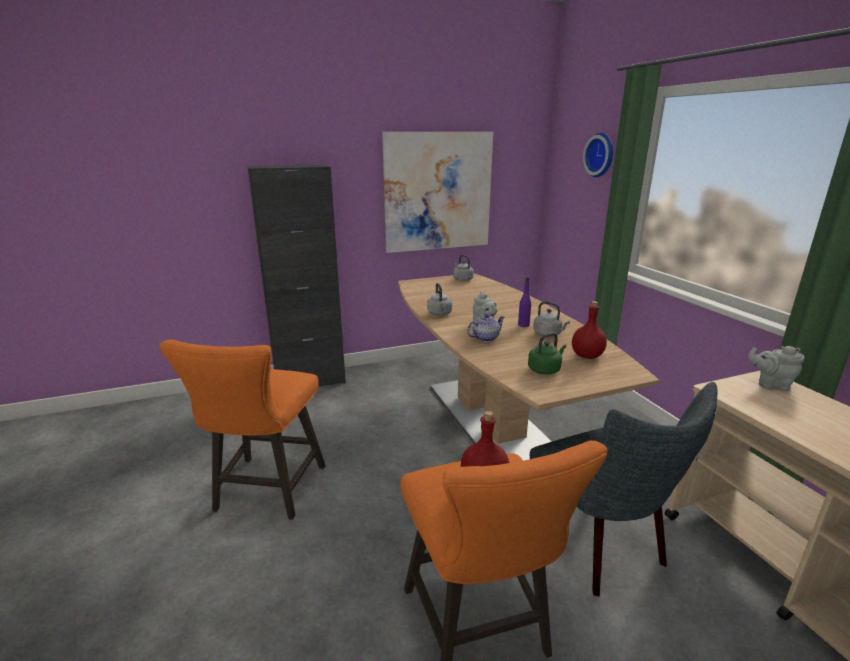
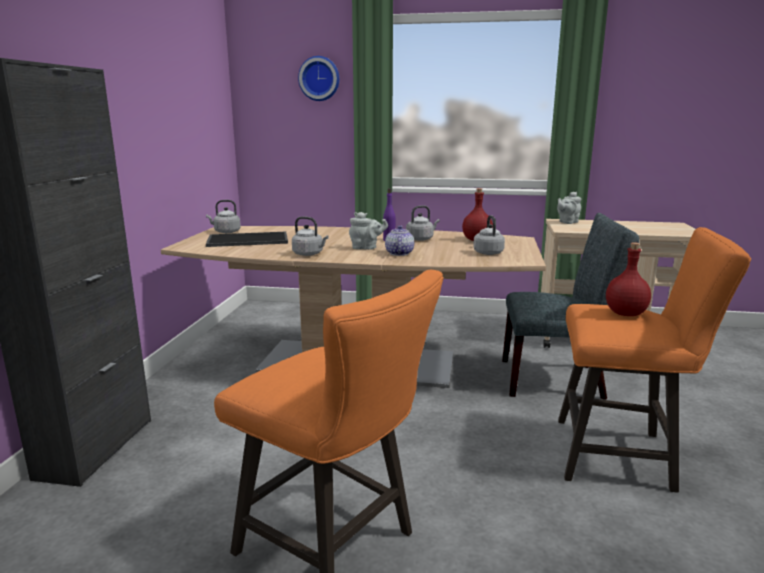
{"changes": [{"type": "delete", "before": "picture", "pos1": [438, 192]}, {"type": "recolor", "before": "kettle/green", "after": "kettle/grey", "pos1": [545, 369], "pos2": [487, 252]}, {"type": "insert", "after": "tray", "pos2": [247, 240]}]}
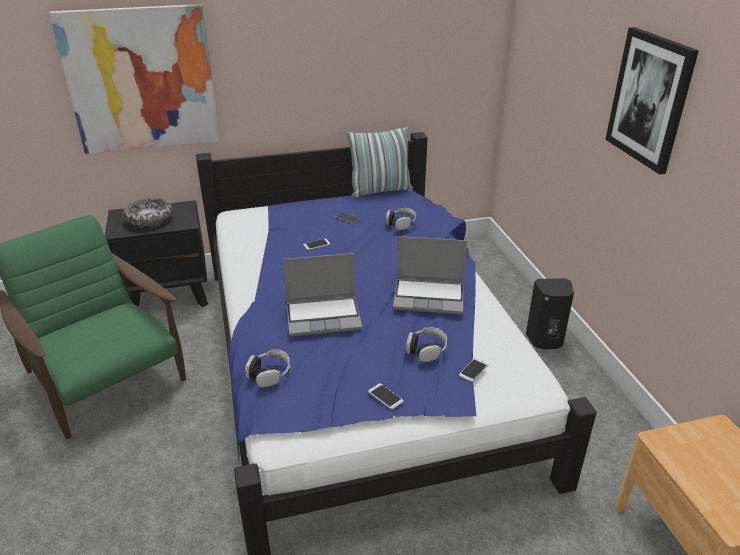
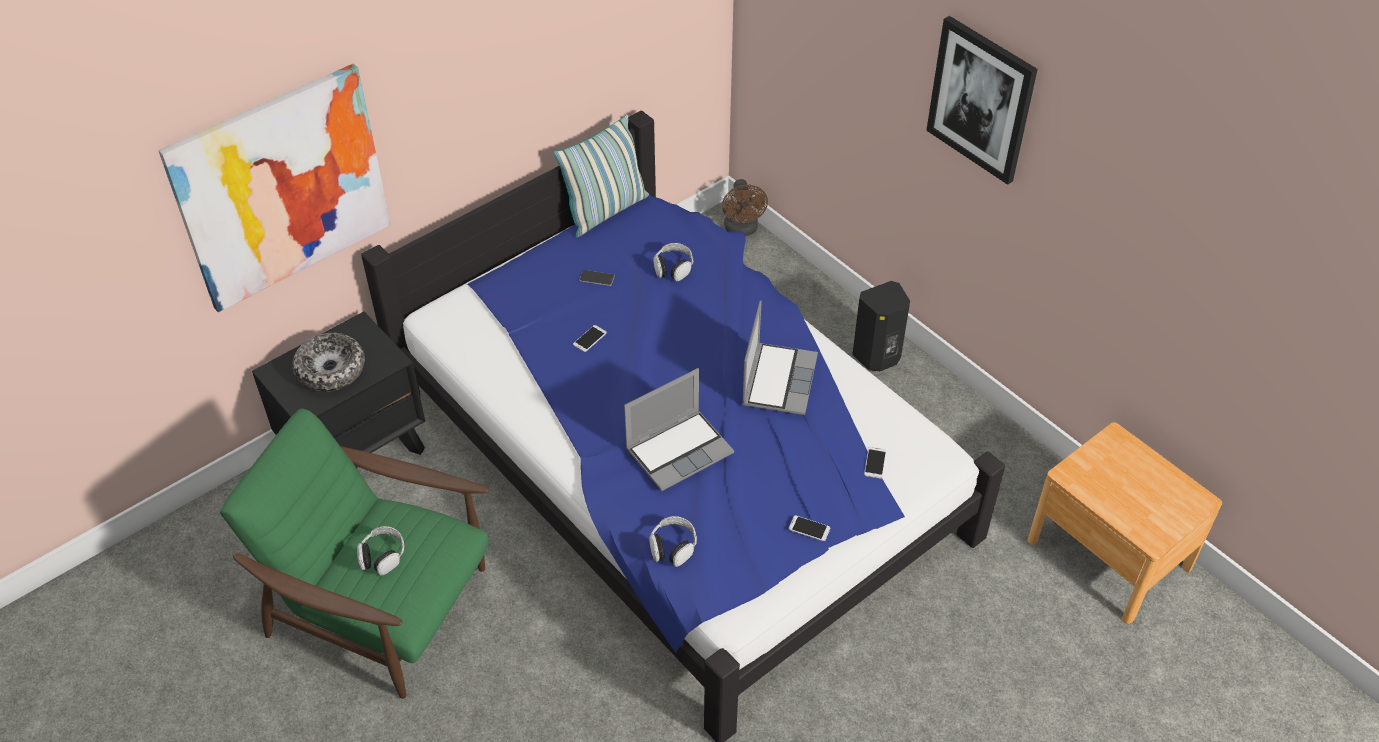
{"changes": [{"type": "rotate", "before": "laptop", "pos1": [430, 297], "pos2": [778, 379], "turn": -60}, {"type": "move", "before": "headphones", "pos1": [426, 350], "pos2": [382, 556]}, {"type": "insert", "after": "fan/brown", "pos2": [742, 230]}]}
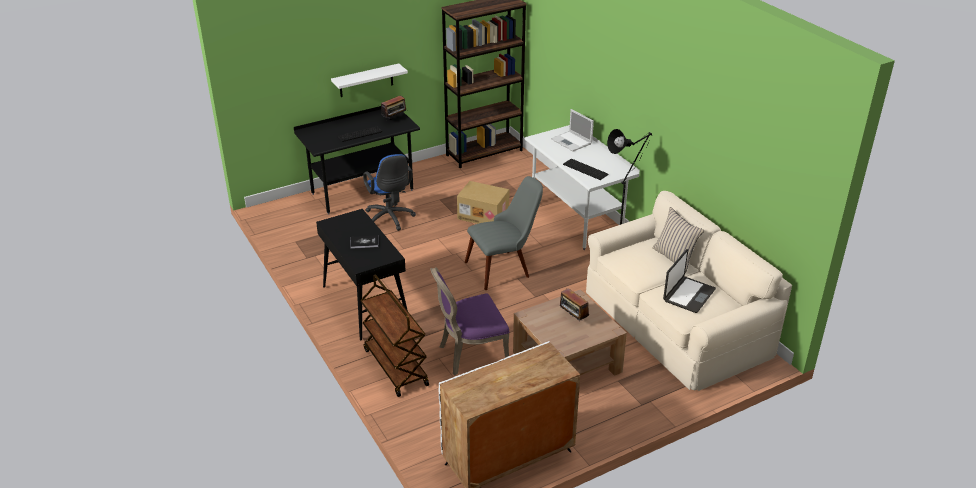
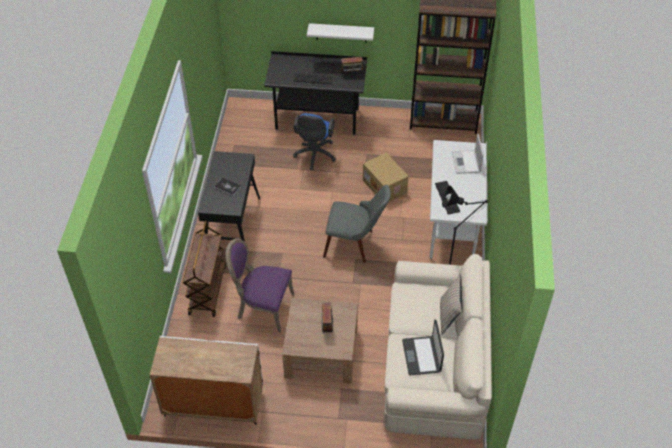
{"changes": [{"type": "rotate", "before": "laptop", "pos1": [688, 295], "pos2": [422, 356], "turn": 105}]}
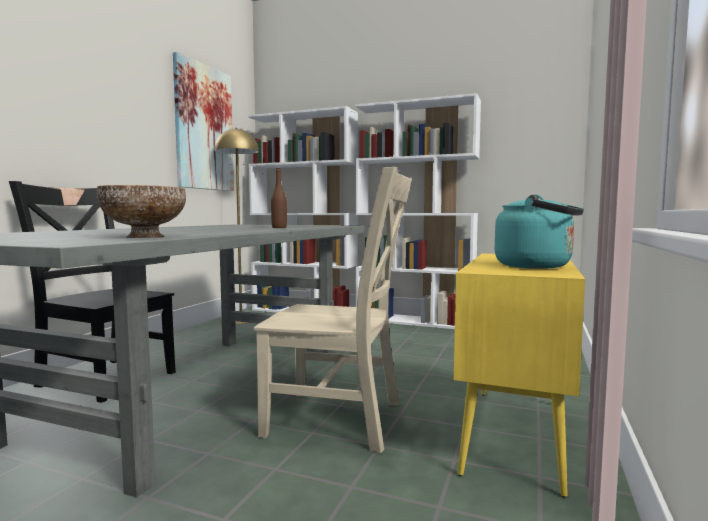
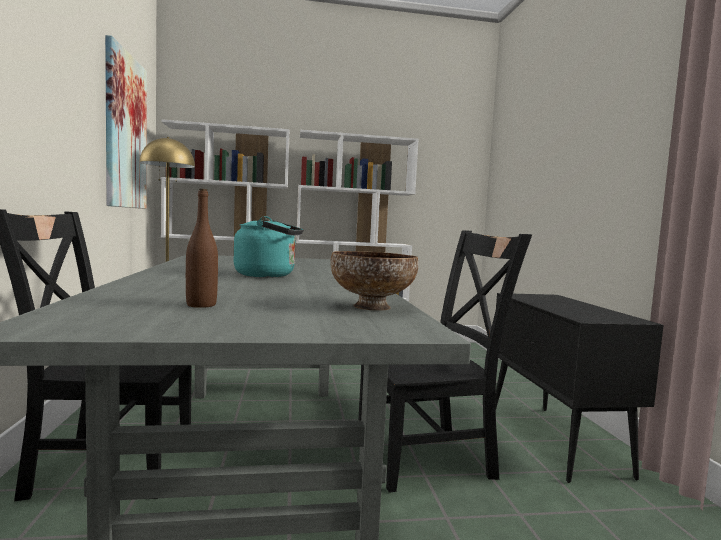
{"changes": [{"type": "recolor", "before": "chair/beige", "after": "chair/black", "pos1": [340, 420], "pos2": [429, 457]}, {"type": "move", "before": "bottle/brown", "pos1": [279, 227], "pos2": [201, 305]}, {"type": "recolor", "before": "cabinet/yellow", "after": "cabinet/black", "pos1": [515, 435], "pos2": [555, 441]}, {"type": "move", "before": "kettle/turquoise", "pos1": [538, 266], "pos2": [269, 275]}]}
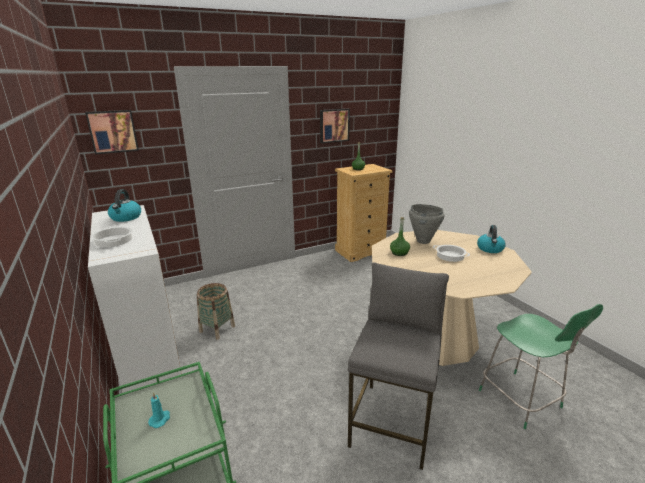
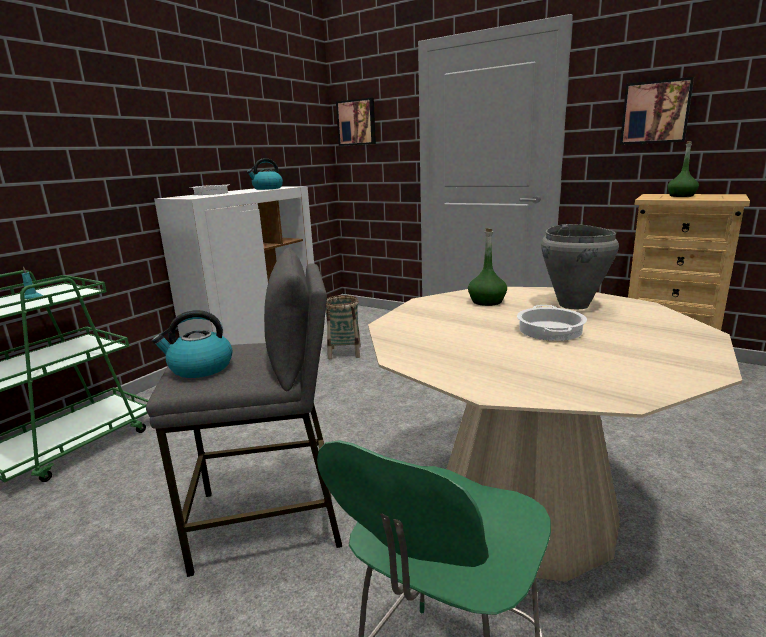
{"changes": [{"type": "move", "before": "kettle", "pos1": [490, 249], "pos2": [200, 368]}]}
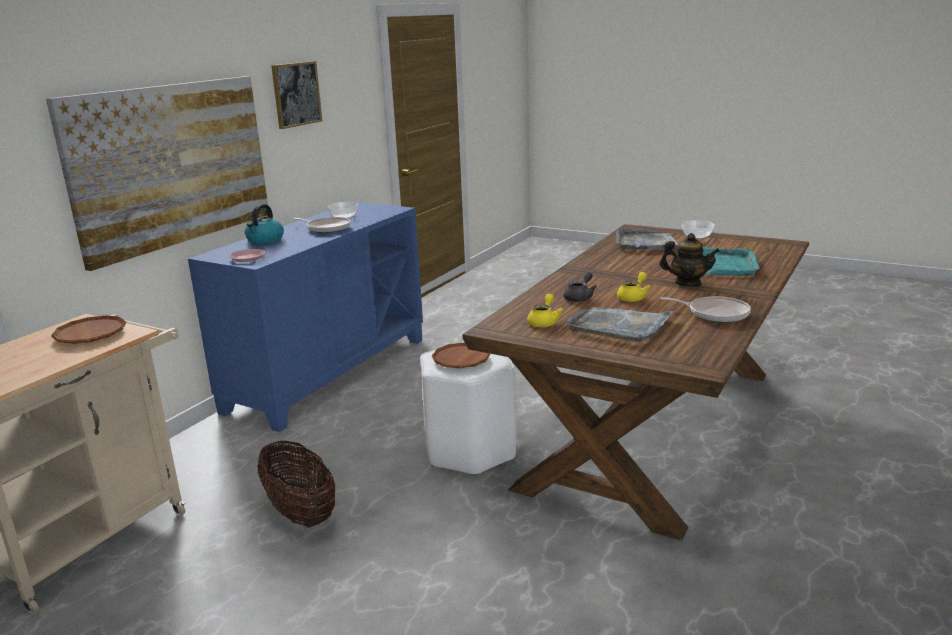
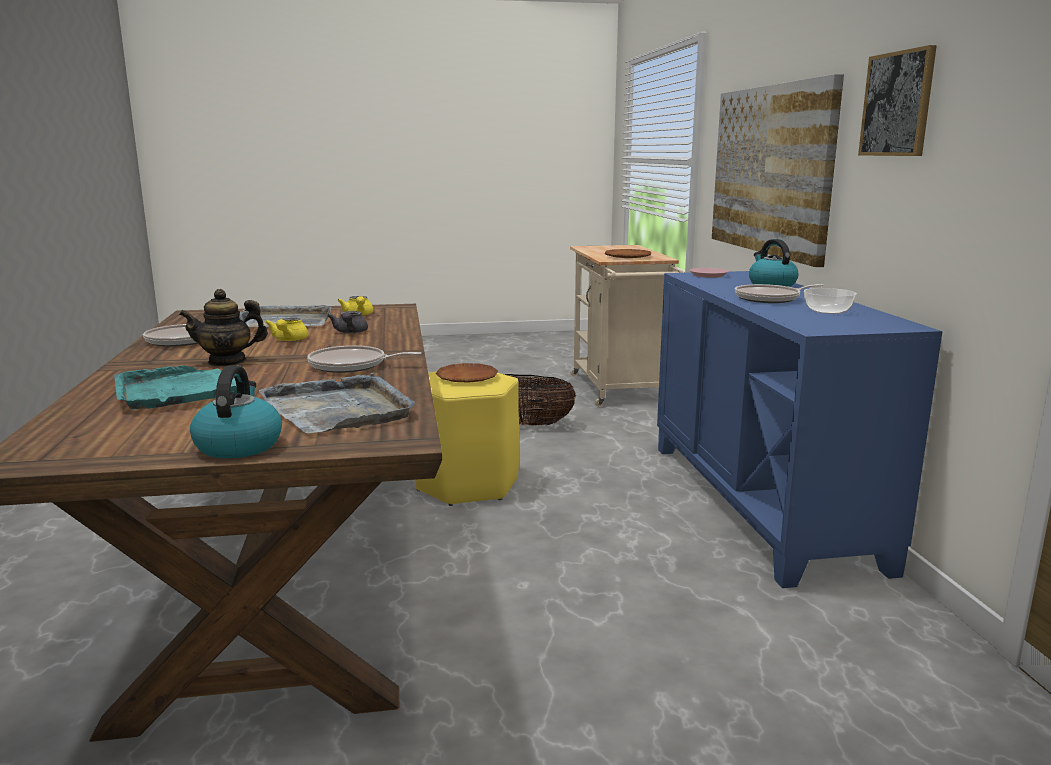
{"changes": [{"type": "recolor", "before": "stool/white", "after": "stool/yellow", "pos1": [470, 450], "pos2": [467, 485]}, {"type": "replace", "before": "bowl", "after": "kettle", "pos1": [697, 236], "pos2": [238, 445]}, {"type": "insert", "after": "frying pan", "pos2": [351, 365]}]}
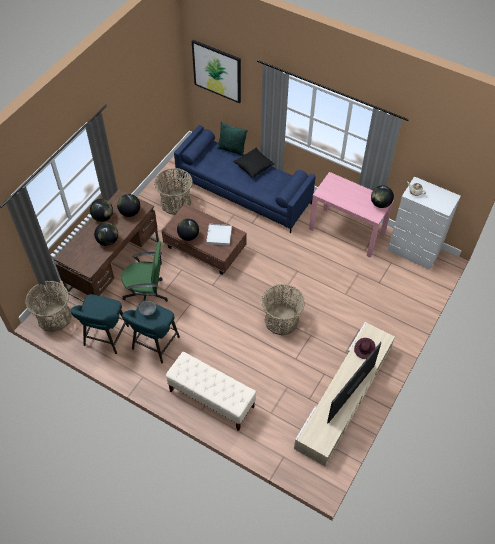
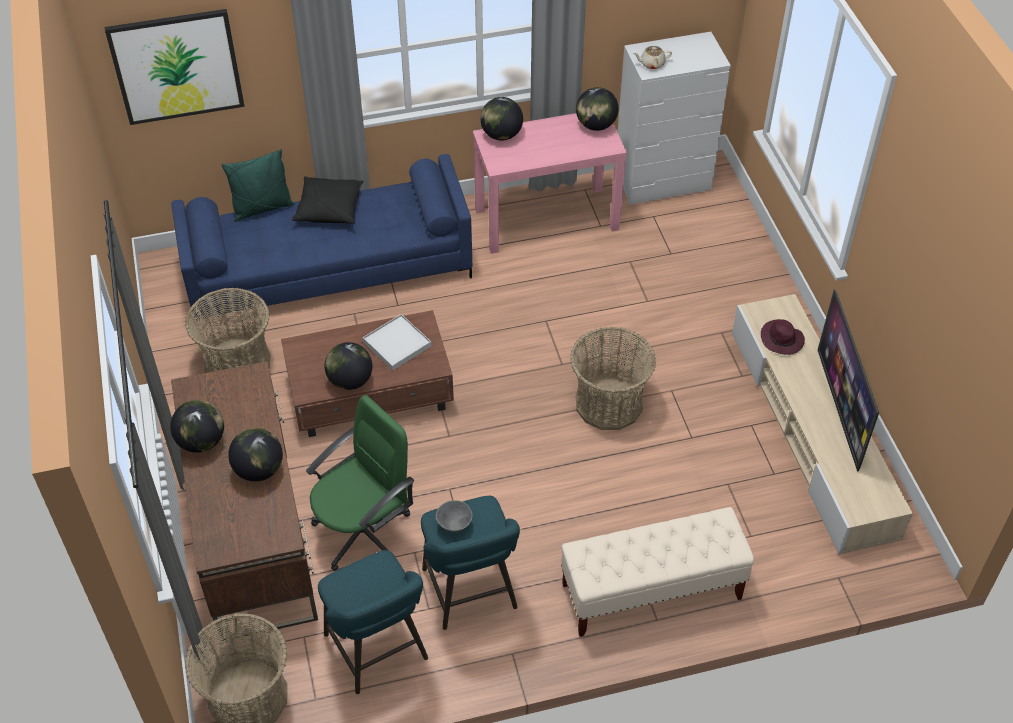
{"changes": [{"type": "move", "before": "globe", "pos1": [130, 212], "pos2": [501, 135]}]}
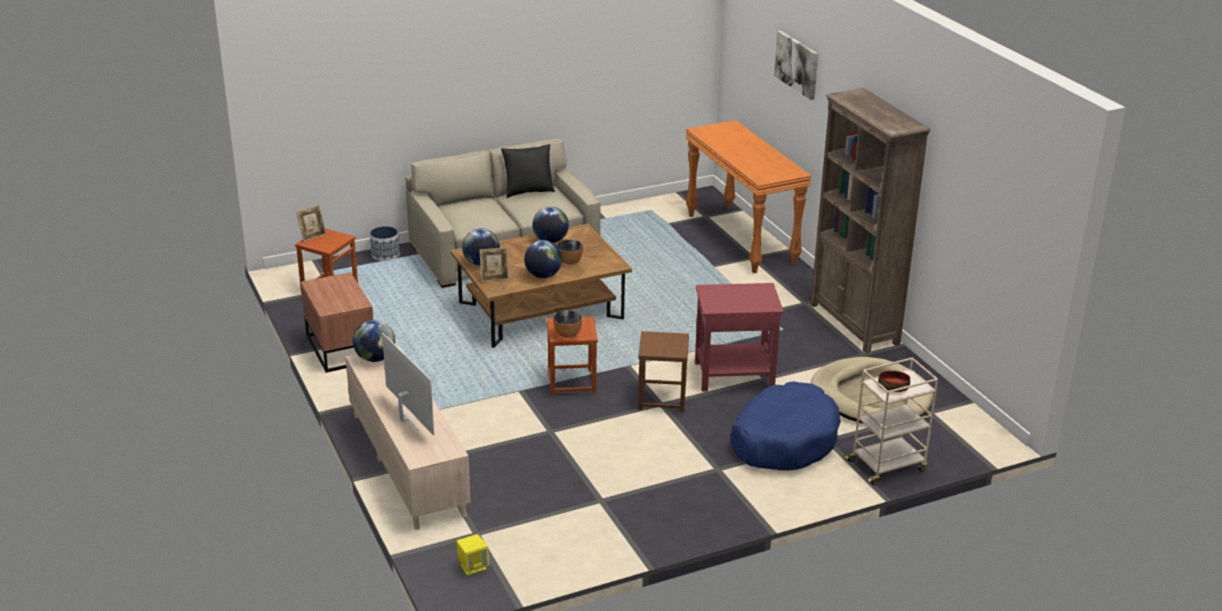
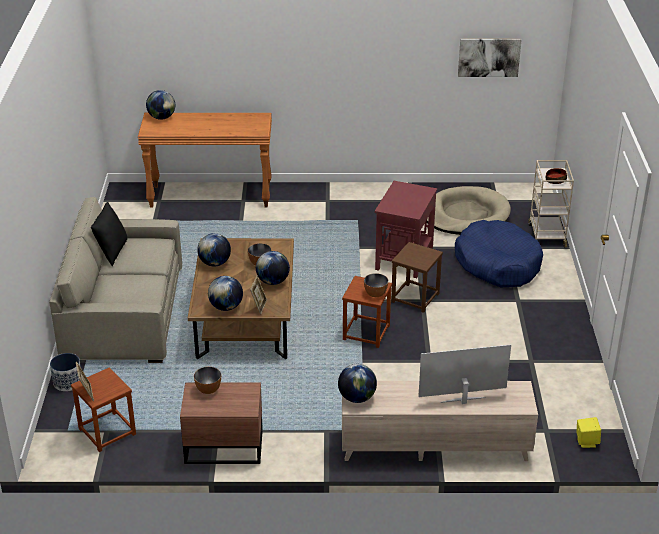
{"changes": [{"type": "move", "before": "picture", "pos1": [797, 64], "pos2": [489, 57]}, {"type": "delete", "before": "bookcase/brown", "pos1": [854, 324]}, {"type": "insert", "after": "globe", "pos2": [161, 117]}, {"type": "insert", "after": "bowl", "pos2": [208, 390]}]}
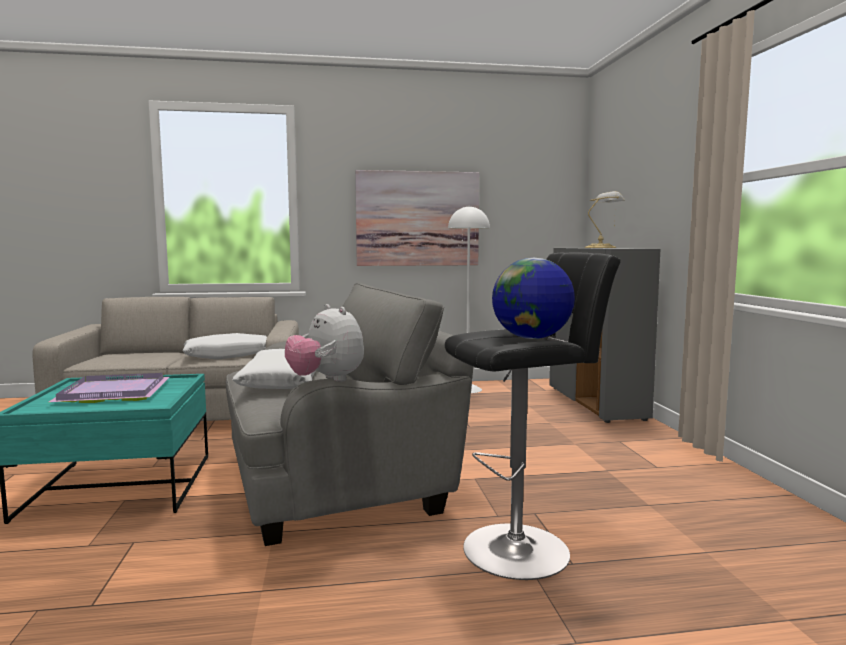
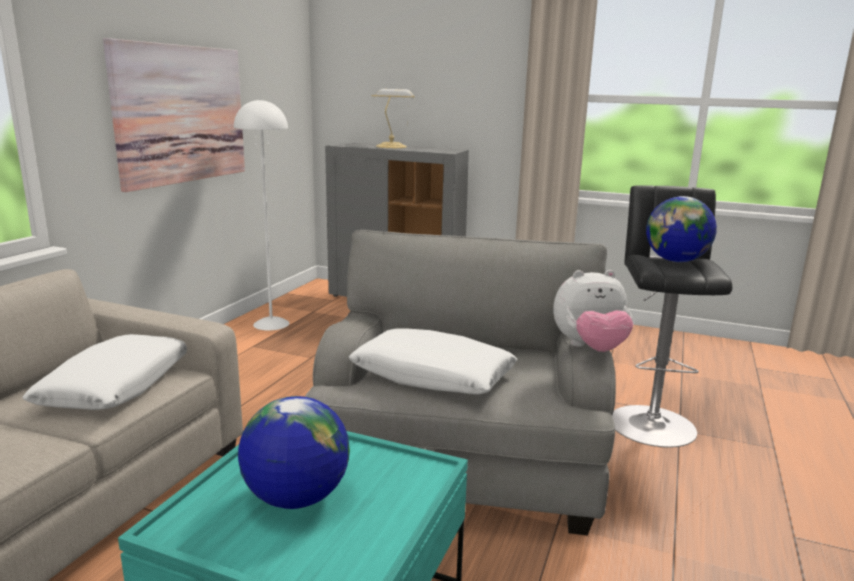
{"changes": [{"type": "replace", "before": "tray/purple", "after": "globe", "pos1": [112, 392], "pos2": [296, 498]}]}
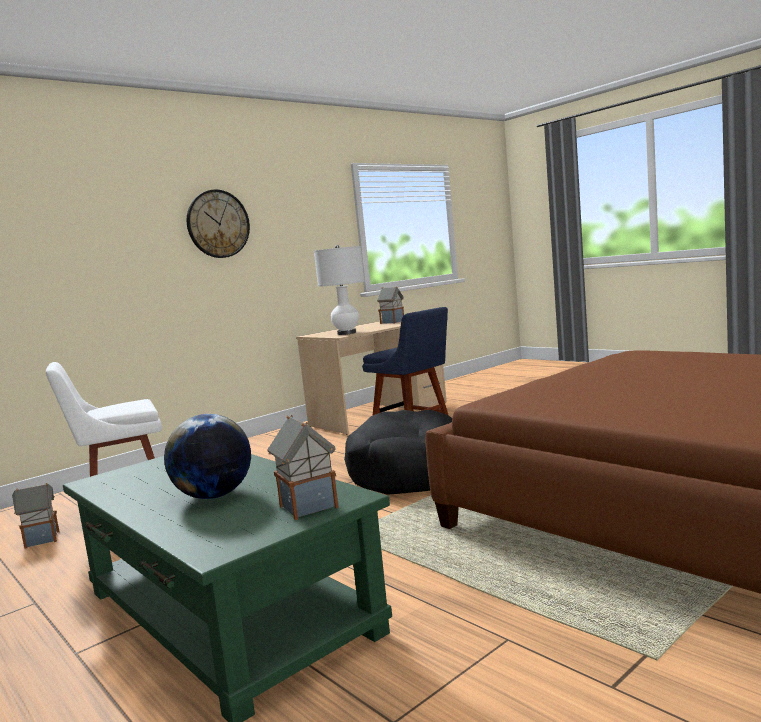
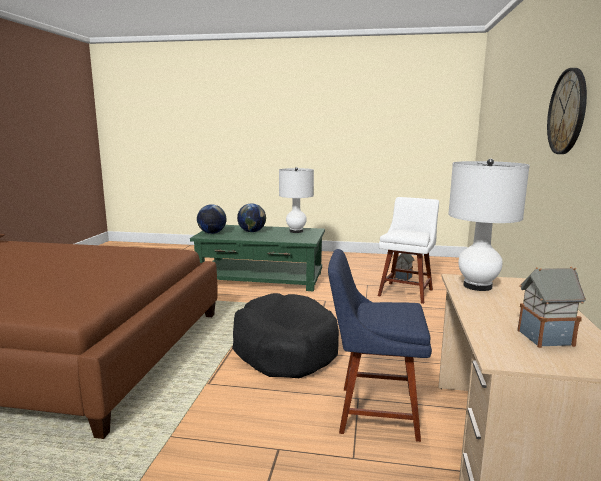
{"changes": [{"type": "replace", "before": "toy house", "after": "globe", "pos1": [307, 506], "pos2": [212, 233]}, {"type": "insert", "after": "table lamp/white", "pos2": [296, 231]}]}
